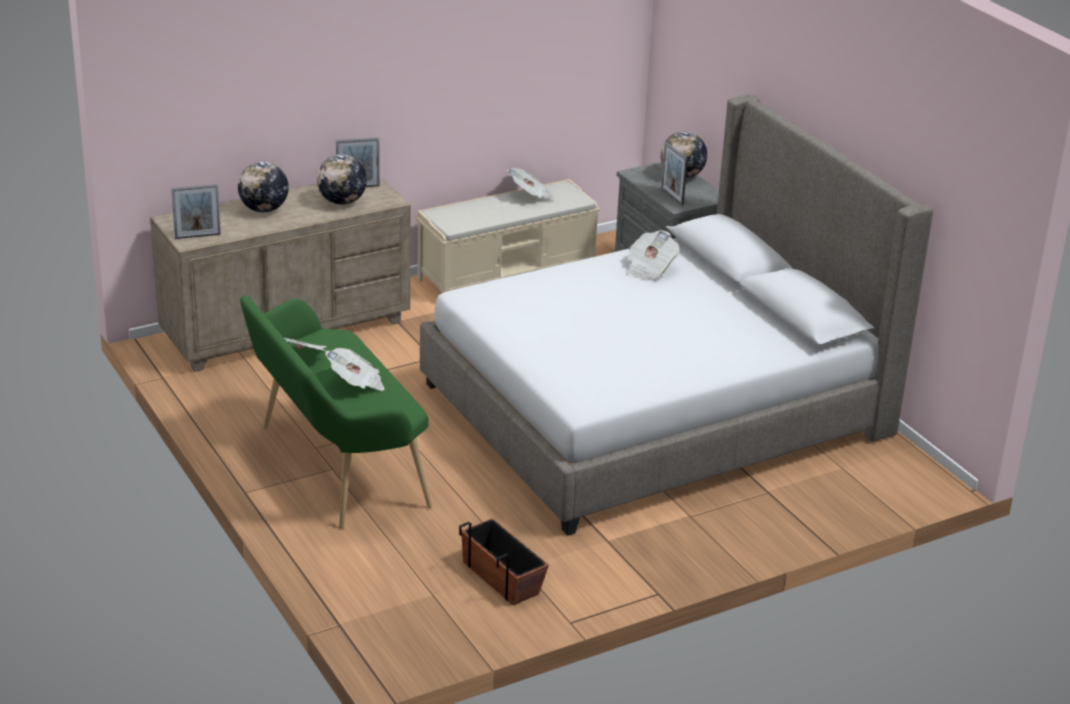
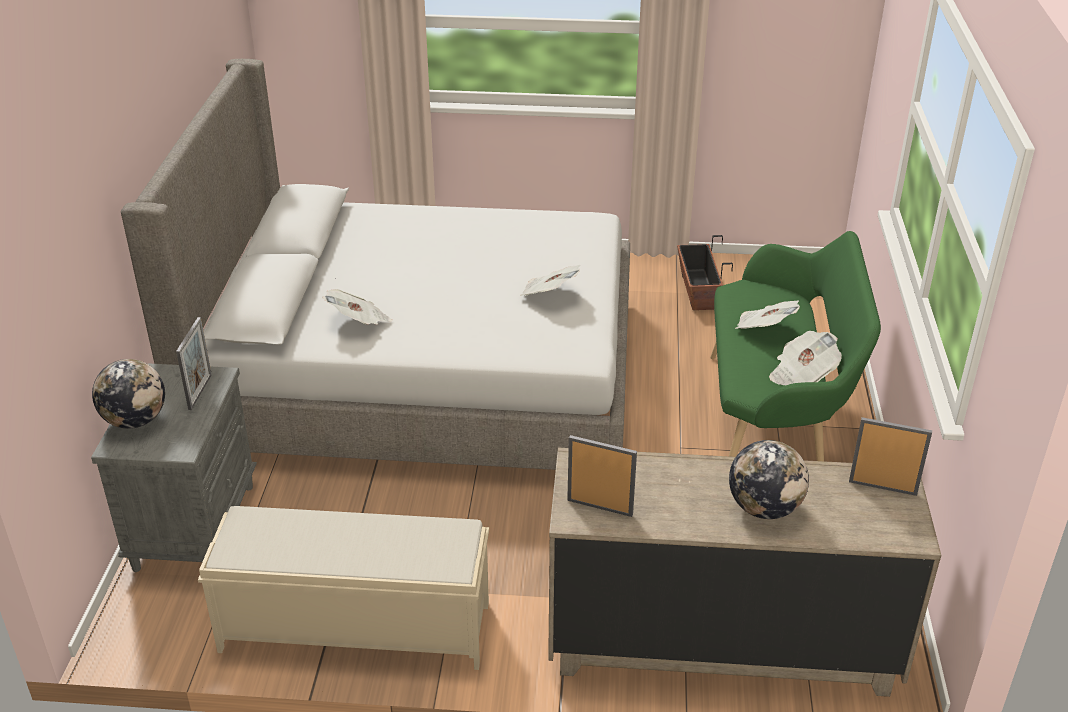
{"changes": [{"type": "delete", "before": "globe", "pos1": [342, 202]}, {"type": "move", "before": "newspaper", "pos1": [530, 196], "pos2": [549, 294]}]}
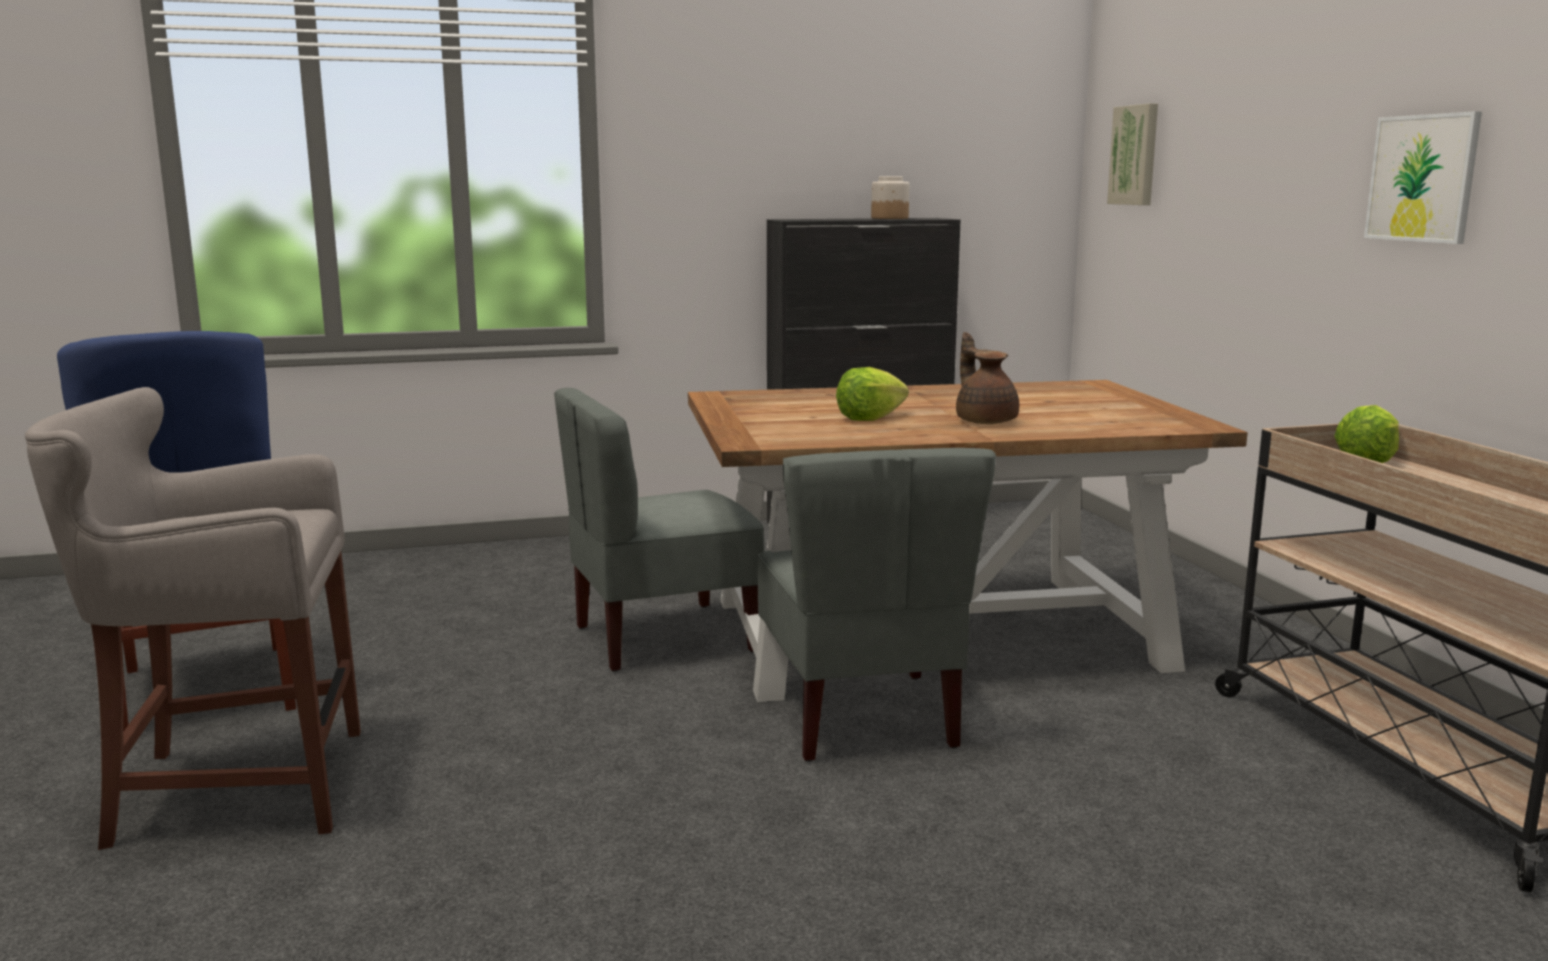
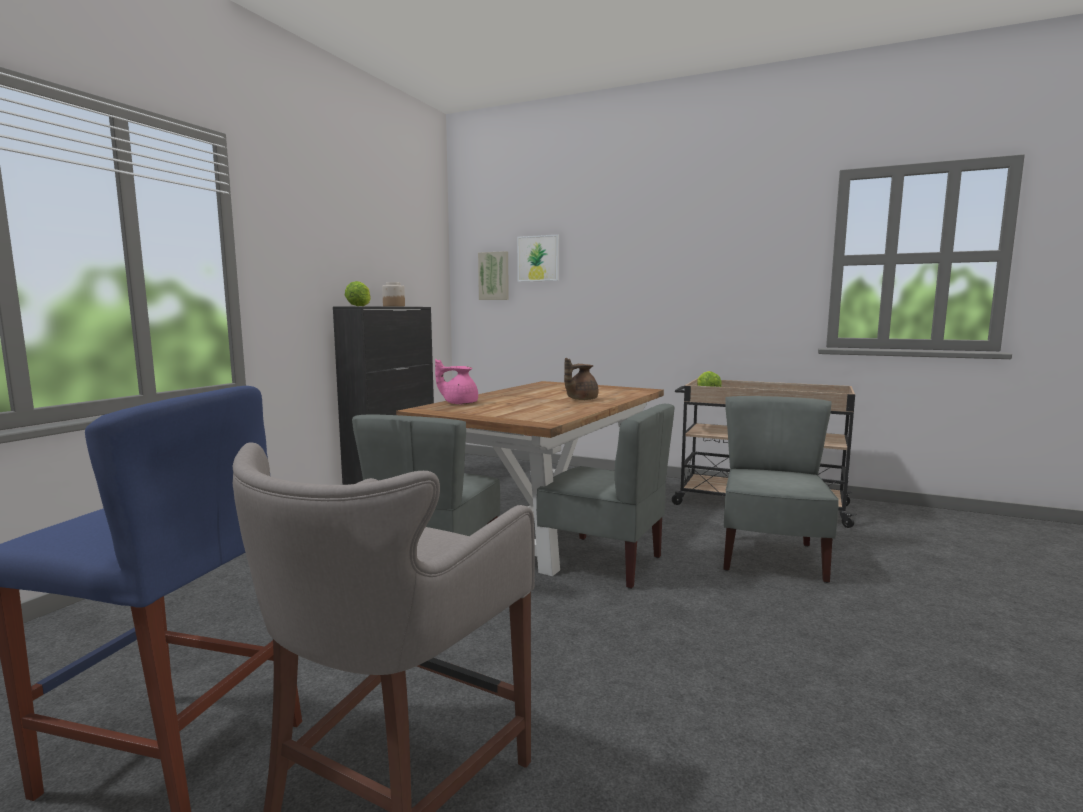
{"changes": [{"type": "move", "before": "lettuce", "pos1": [869, 418], "pos2": [359, 306]}, {"type": "rotate", "before": "teapot/brown", "pos1": [985, 421], "pos2": [580, 399], "turn": -60}, {"type": "move", "before": "picture", "pos1": [1422, 178], "pos2": [538, 258]}, {"type": "insert", "after": "teapot/pink", "pos2": [459, 403]}, {"type": "insert", "after": "chair/grey", "pos2": [771, 557]}]}
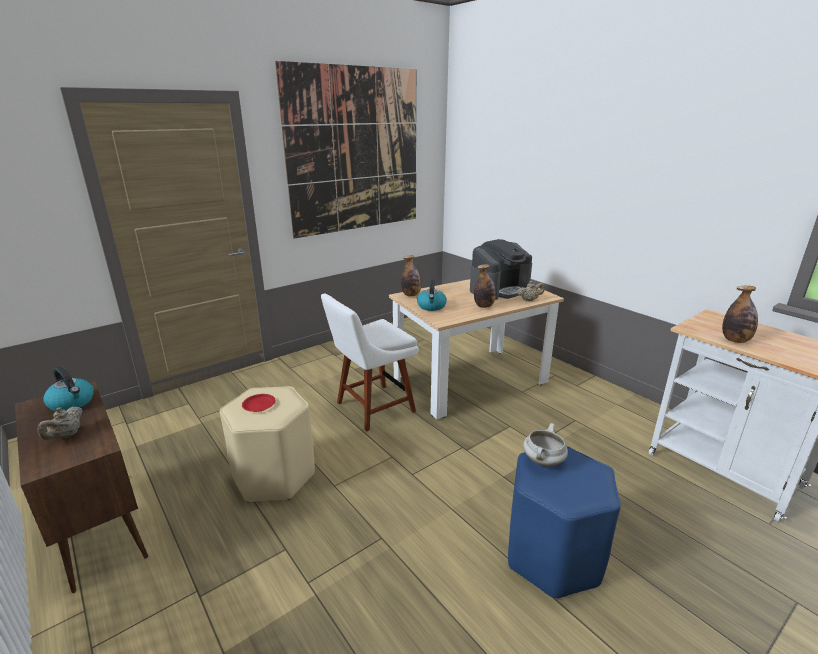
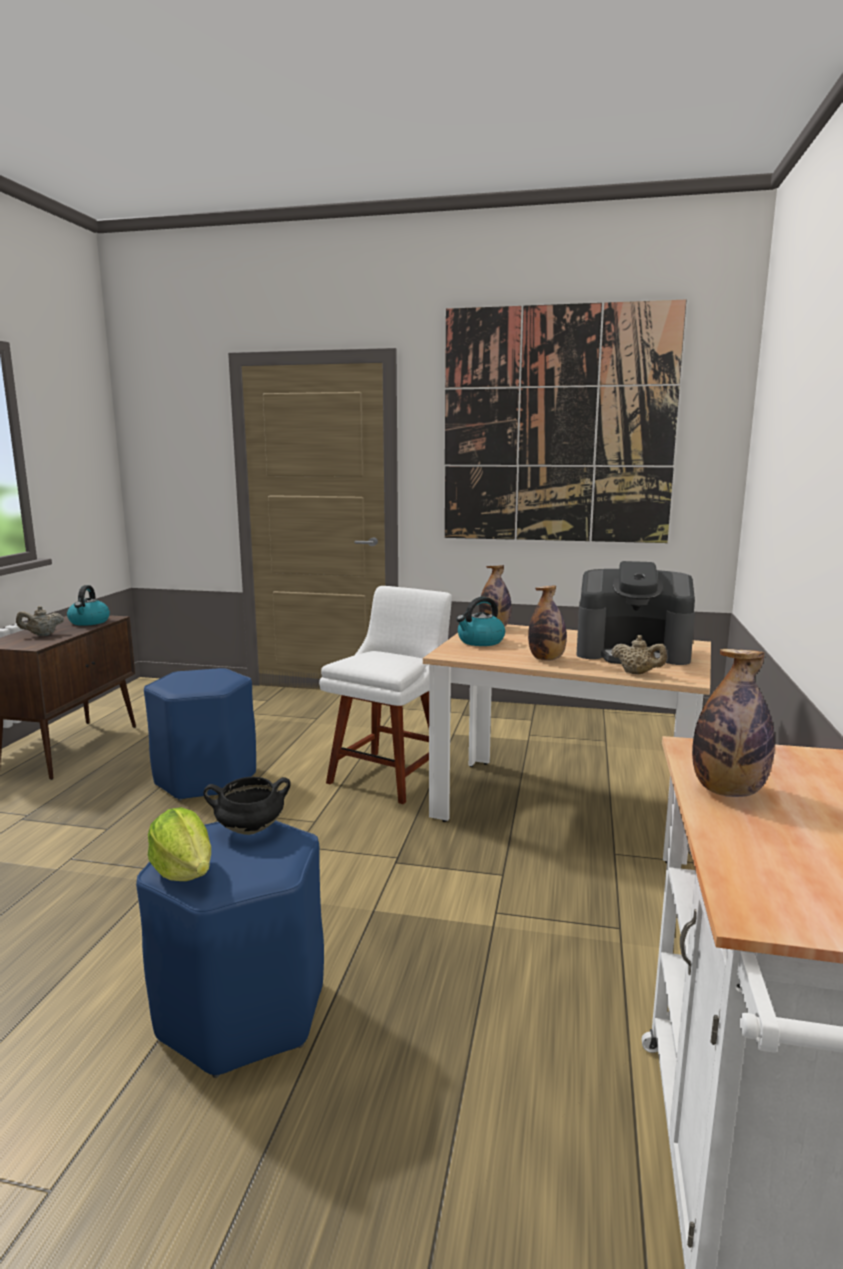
{"changes": [{"type": "recolor", "before": "stool/beige", "after": "stool/blue", "pos1": [274, 476], "pos2": [206, 779]}, {"type": "delete", "before": "plate/red", "pos1": [259, 405]}, {"type": "rotate", "before": "chair/white", "pos1": [372, 408], "pos2": [391, 774], "turn": 105}, {"type": "recolor", "before": "cooking pot/white", "after": "cooking pot/black", "pos1": [543, 462], "pos2": [249, 830]}, {"type": "insert", "after": "lettuce", "pos2": [184, 871]}]}
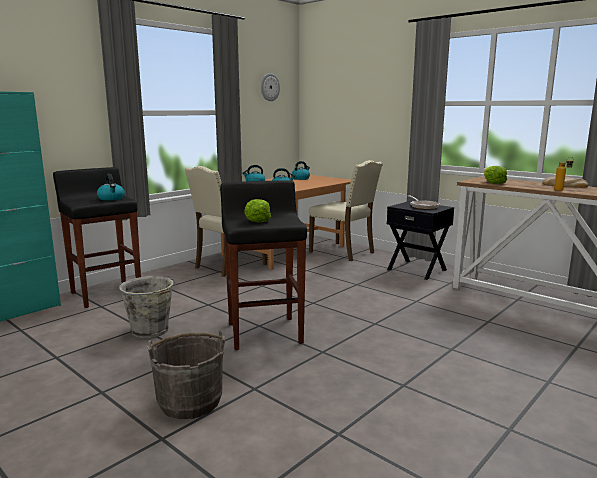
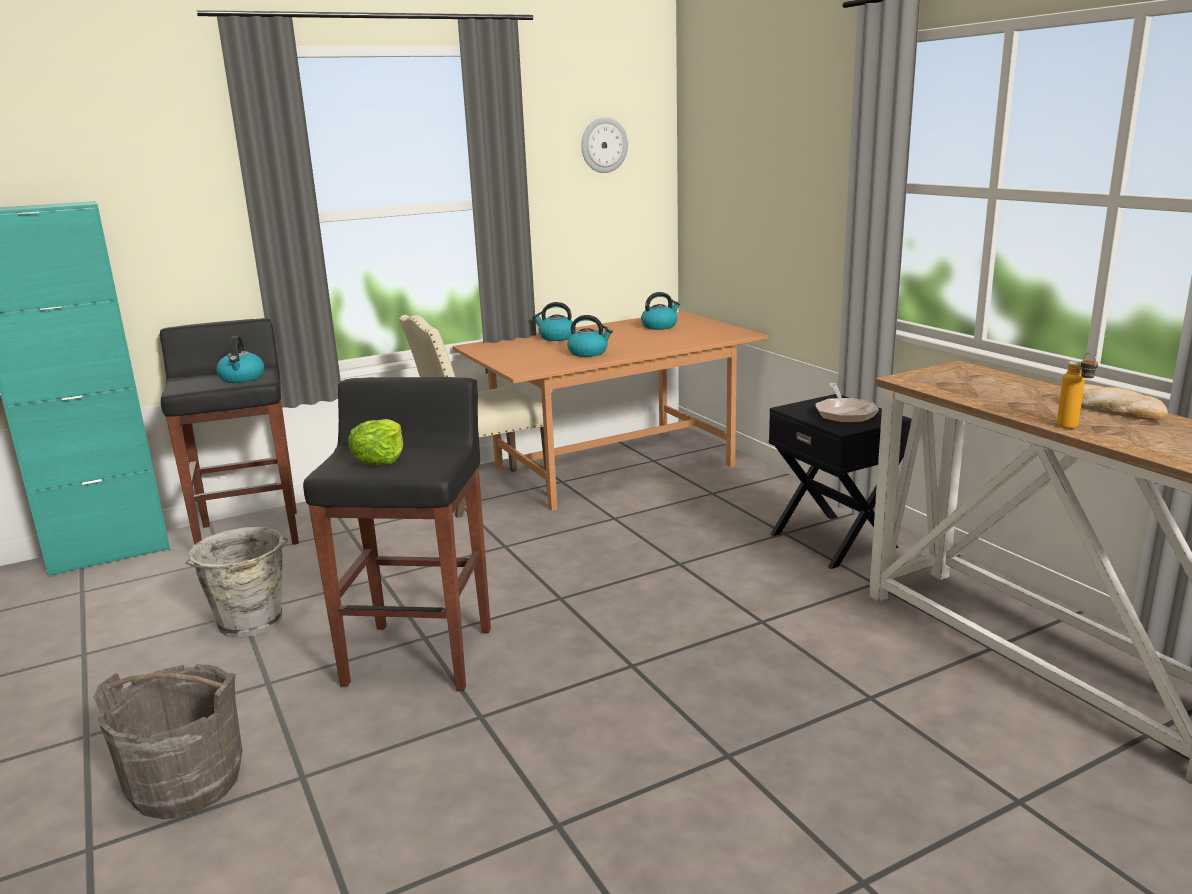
{"changes": [{"type": "delete", "before": "chair/beige", "pos1": [344, 252]}, {"type": "delete", "before": "lettuce", "pos1": [493, 183]}]}
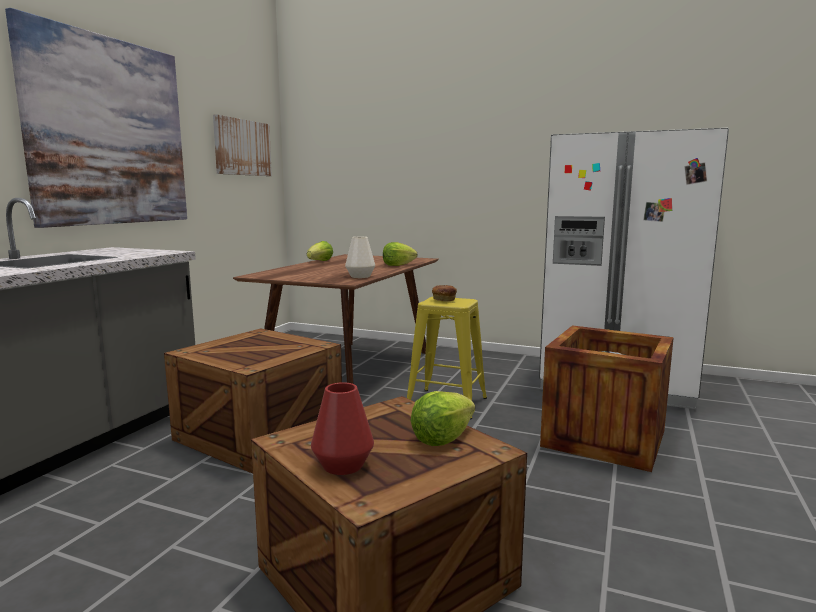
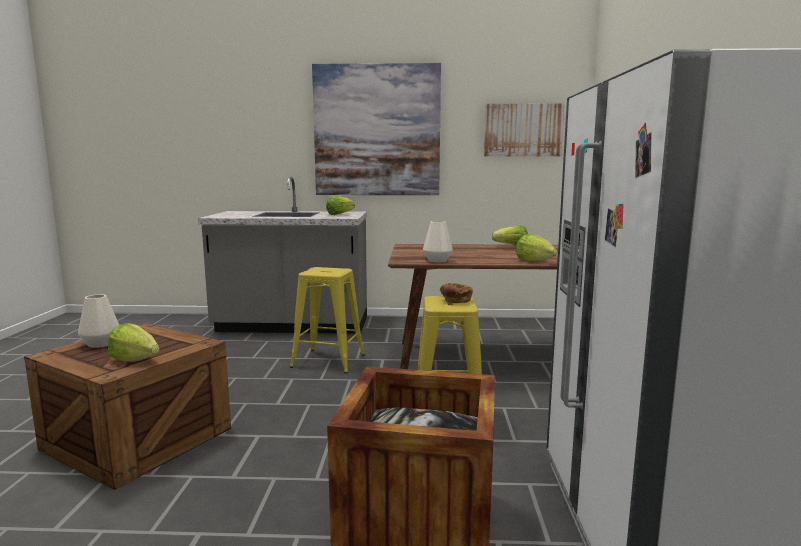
{"changes": [{"type": "replace", "before": "crate", "after": "stool/yellow", "pos1": [256, 433], "pos2": [328, 361]}, {"type": "recolor", "before": "vase/red", "after": "vase/white", "pos1": [343, 465], "pos2": [100, 344]}, {"type": "insert", "after": "lettuce", "pos2": [339, 214]}]}
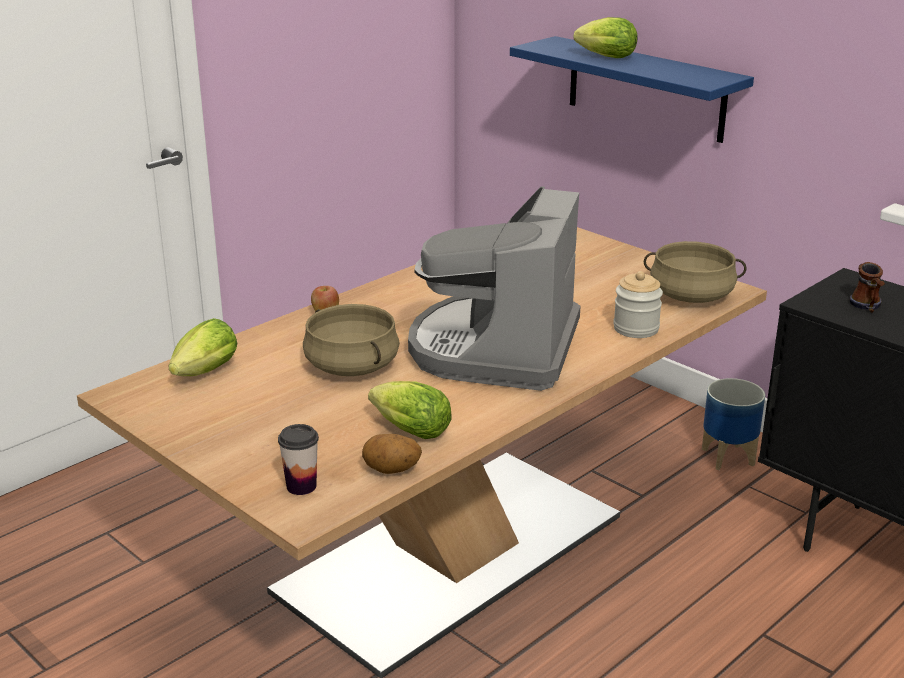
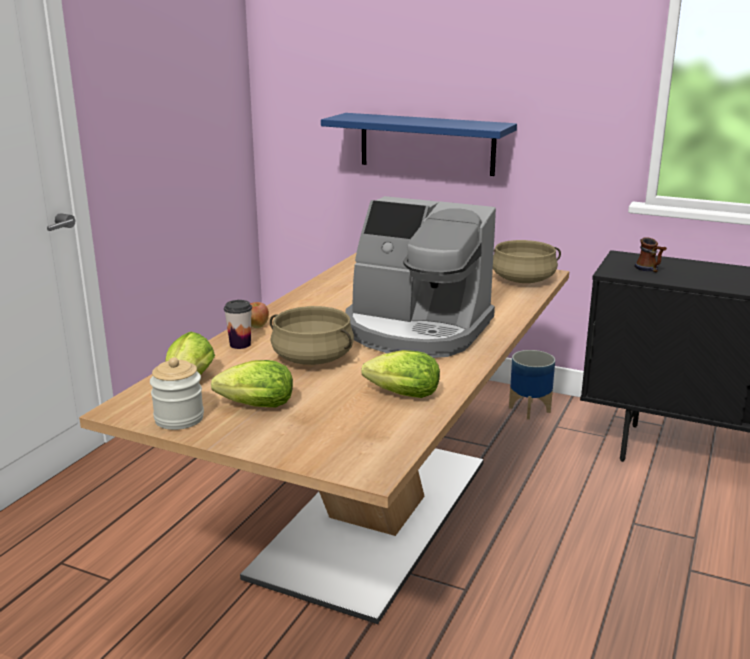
{"changes": [{"type": "move", "before": "cup", "pos1": [301, 486], "pos2": [240, 344]}, {"type": "delete", "before": "potato", "pos1": [391, 471]}, {"type": "rotate", "before": "coffee machine", "pos1": [496, 348], "pos2": [416, 330], "turn": -60}, {"type": "move", "before": "lettuce", "pos1": [603, 57], "pos2": [252, 406]}, {"type": "move", "before": "jar", "pos1": [636, 328], "pos2": [179, 419]}]}
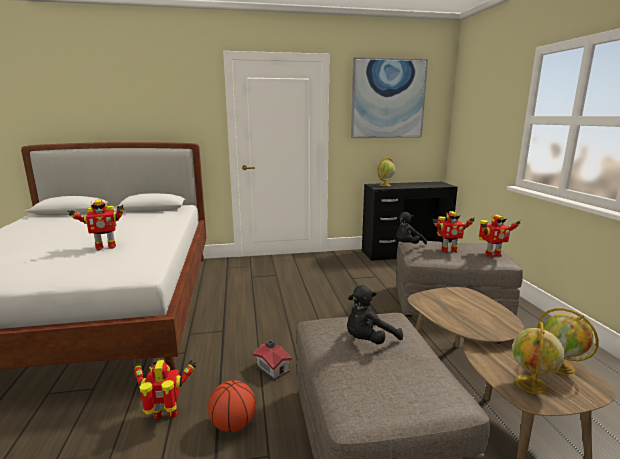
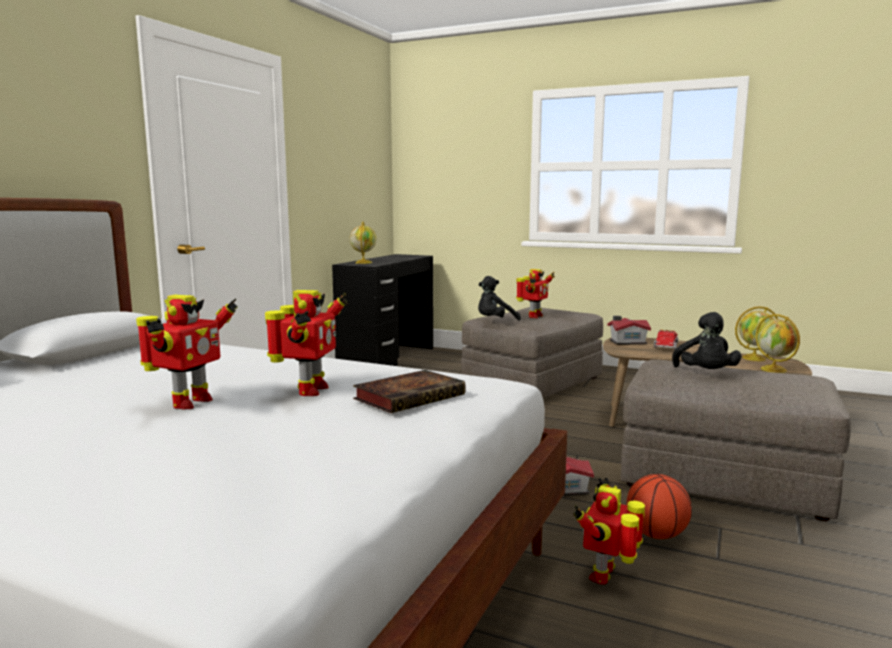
{"changes": [{"type": "delete", "before": "picture", "pos1": [388, 99]}, {"type": "rotate", "before": "plush toy/black", "pos1": [407, 245], "pos2": [495, 321], "turn": 60}, {"type": "move", "before": "toy robot", "pos1": [492, 255], "pos2": [188, 403]}, {"type": "insert", "after": "book", "pos2": [411, 397]}, {"type": "insert", "after": "toy house", "pos2": [626, 342]}, {"type": "insert", "after": "toy truck", "pos2": [666, 347]}]}
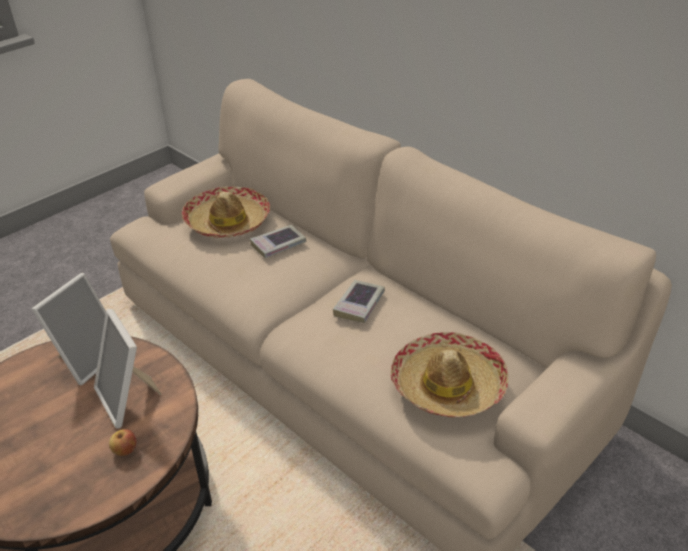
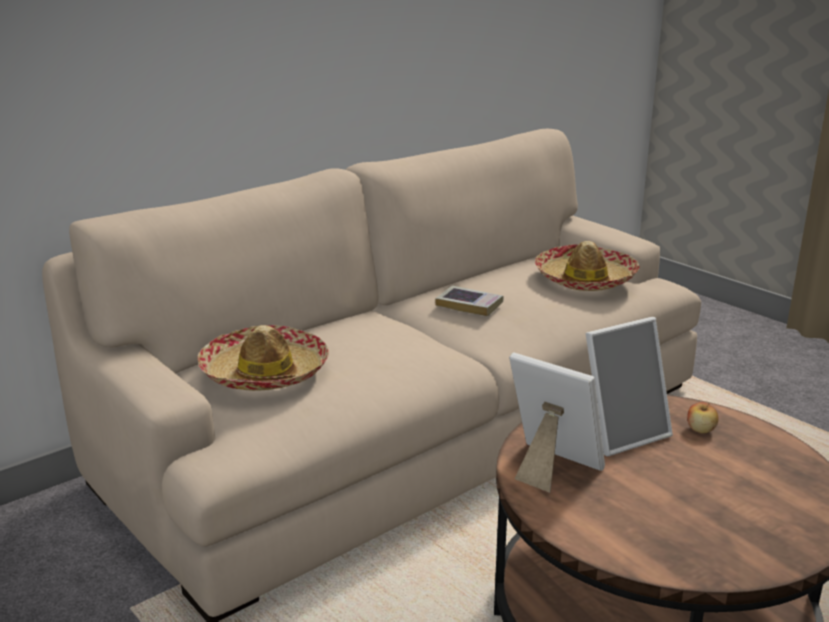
{"changes": [{"type": "delete", "before": "book", "pos1": [278, 245]}]}
